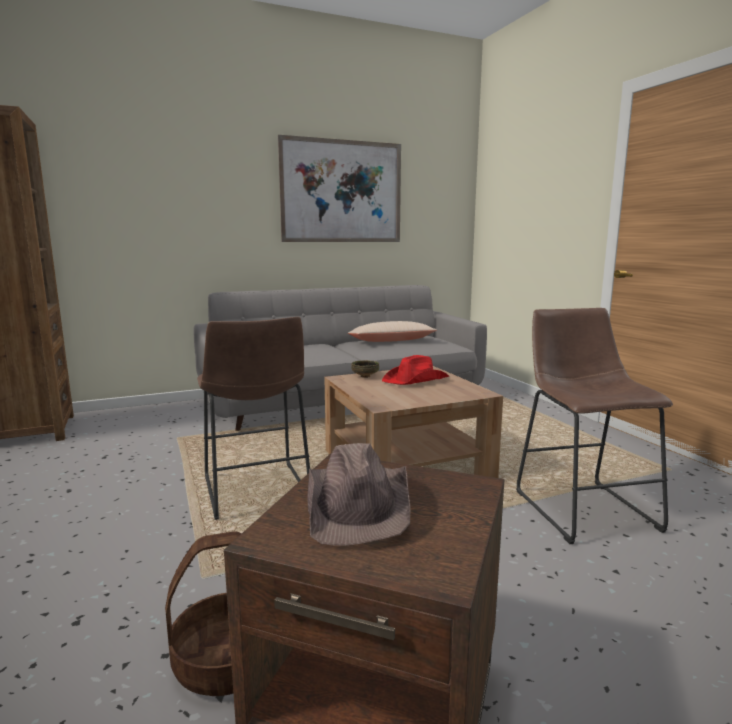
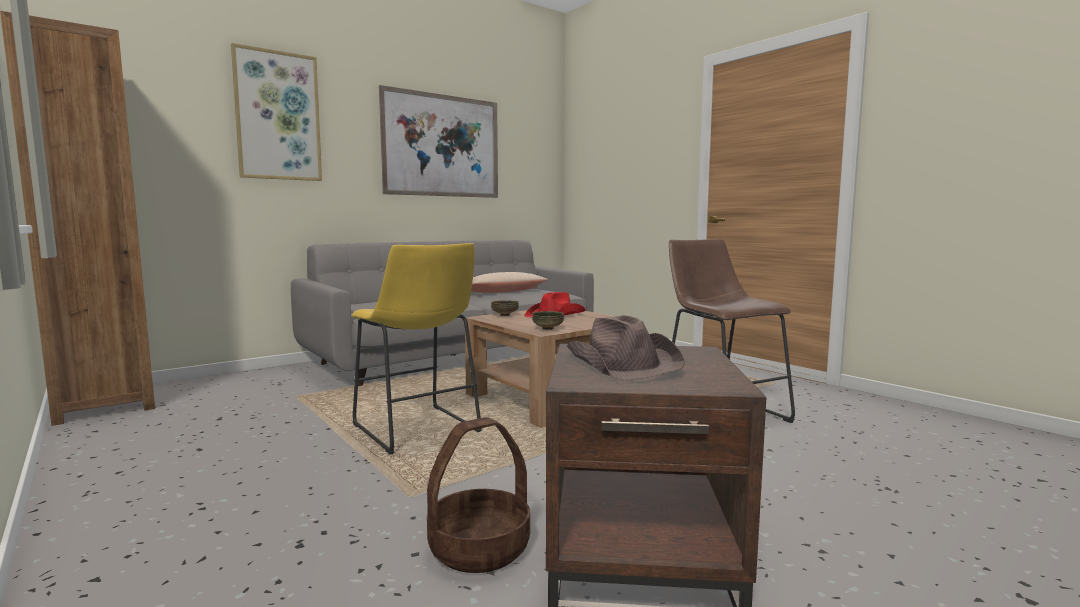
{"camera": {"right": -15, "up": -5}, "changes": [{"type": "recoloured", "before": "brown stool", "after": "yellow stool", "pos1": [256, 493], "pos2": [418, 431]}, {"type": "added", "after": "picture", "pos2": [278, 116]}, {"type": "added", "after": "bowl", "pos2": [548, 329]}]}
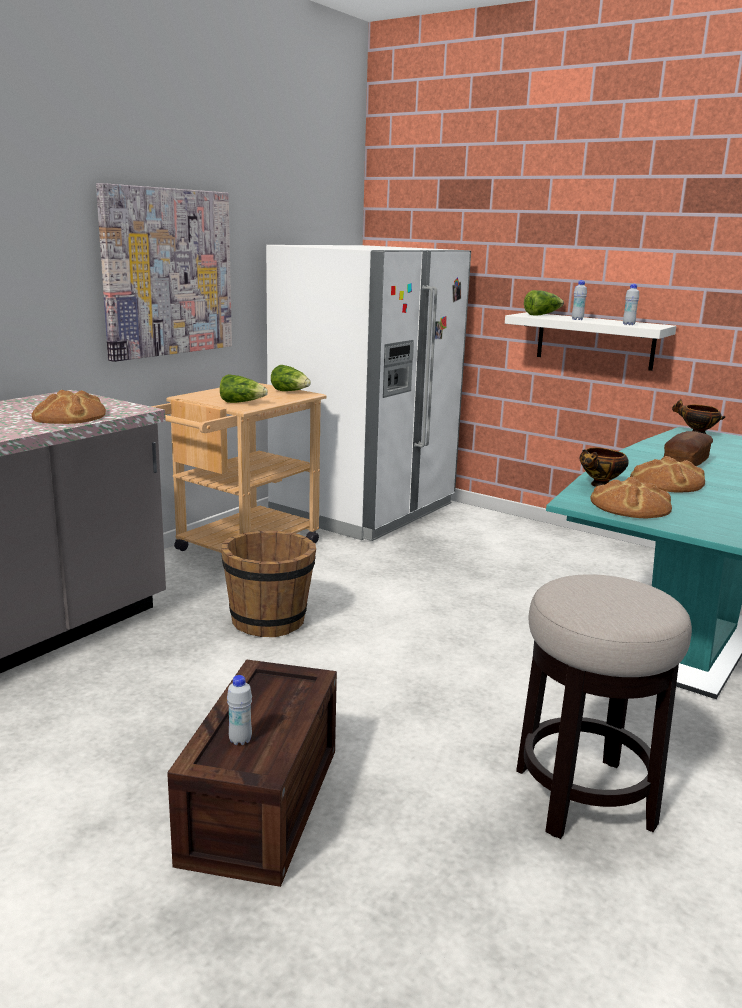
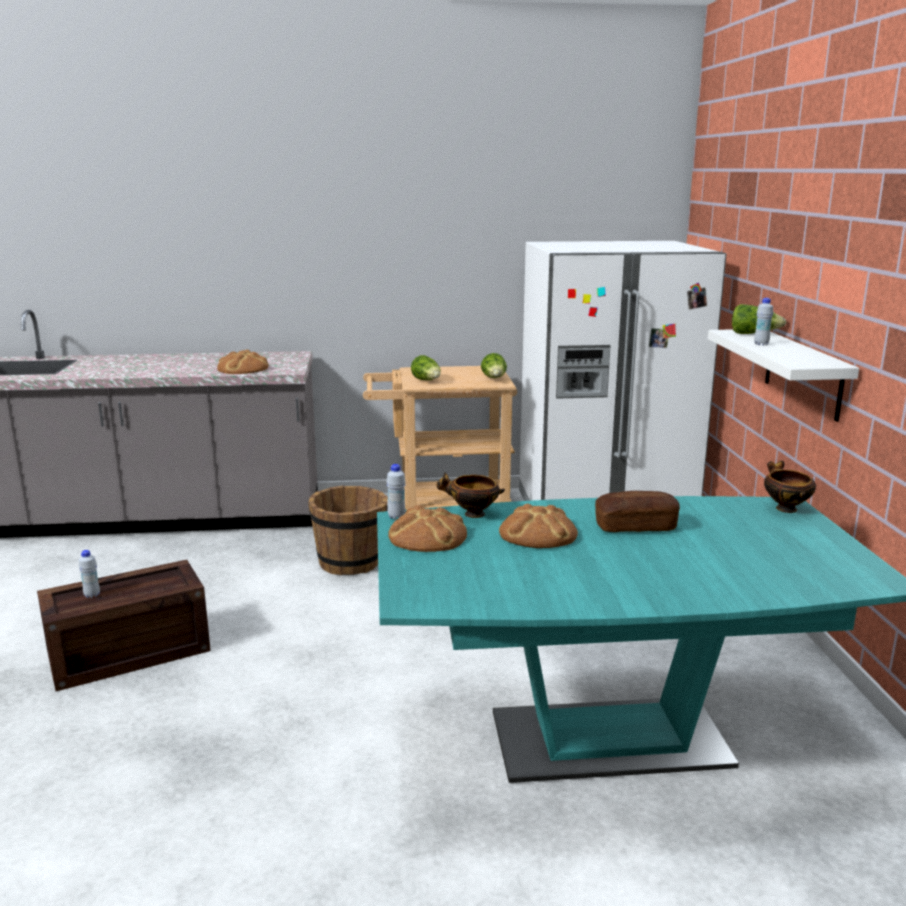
{"camera": {"right": 50, "up": 0}, "changes": [{"type": "removed", "before": "picture", "pos1": [167, 272]}, {"type": "removed", "before": "stool", "pos1": [584, 797]}, {"type": "moved", "before": "white bottle", "pos1": [628, 324], "pos2": [396, 517]}]}
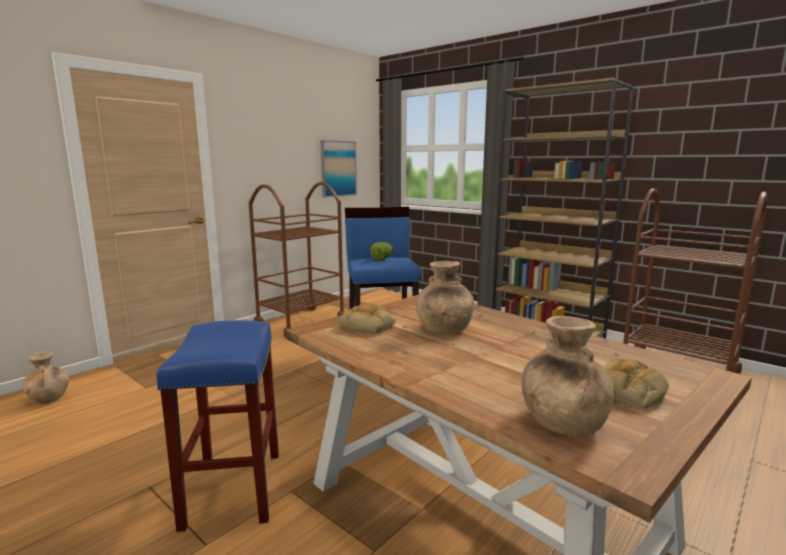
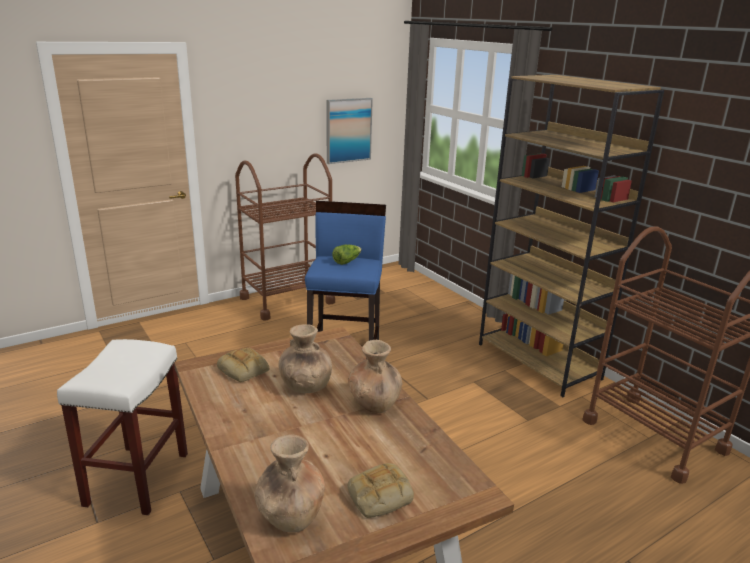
{"camera": {"right": 15, "up": 10}, "changes": [{"type": "moved", "before": "brown vase", "pos1": [49, 398], "pos2": [375, 403]}, {"type": "recoloured", "before": "blue stool", "after": "white stool", "pos1": [233, 488], "pos2": [137, 478]}]}
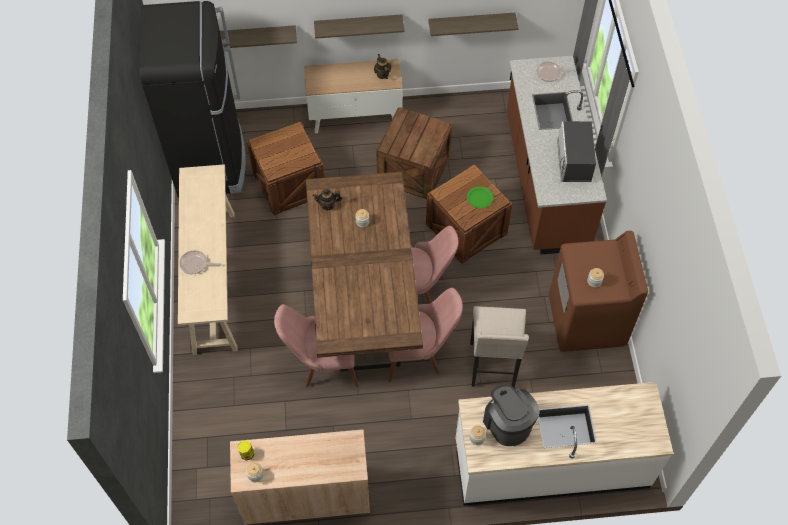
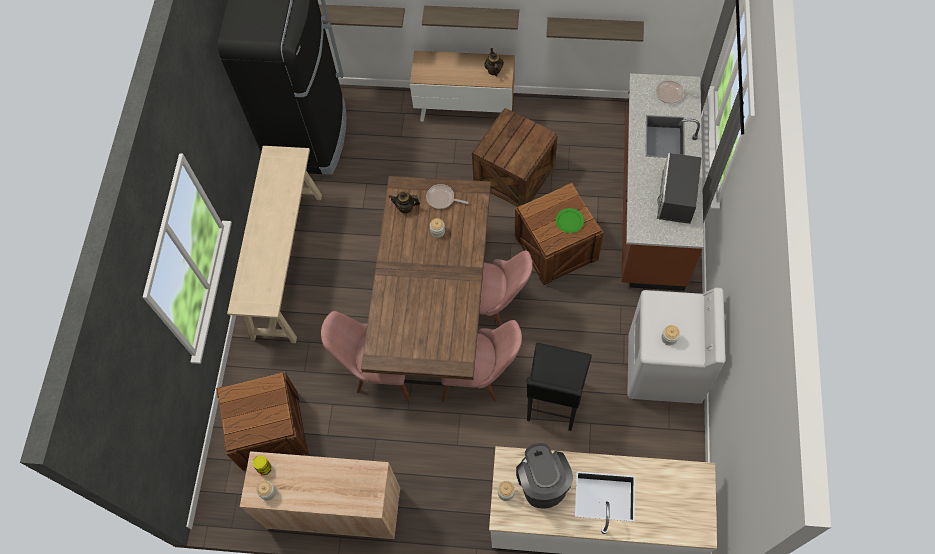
{"camera": {"right": 15, "up": 5}, "changes": [{"type": "moved", "before": "frying pan", "pos1": [195, 264], "pos2": [442, 199]}, {"type": "moved", "before": "crate", "pos1": [289, 185], "pos2": [271, 431]}, {"type": "recoloured", "before": "beige stool", "after": "black stool", "pos1": [493, 367], "pos2": [554, 403]}, {"type": "recoloured", "before": "brown washing machine", "after": "white washing machine", "pos1": [586, 321], "pos2": [664, 369]}]}
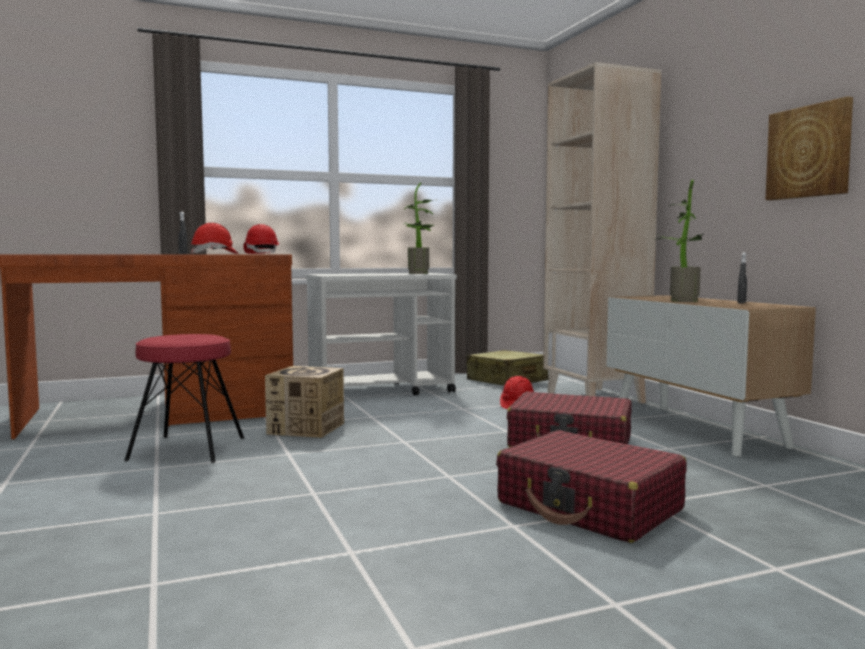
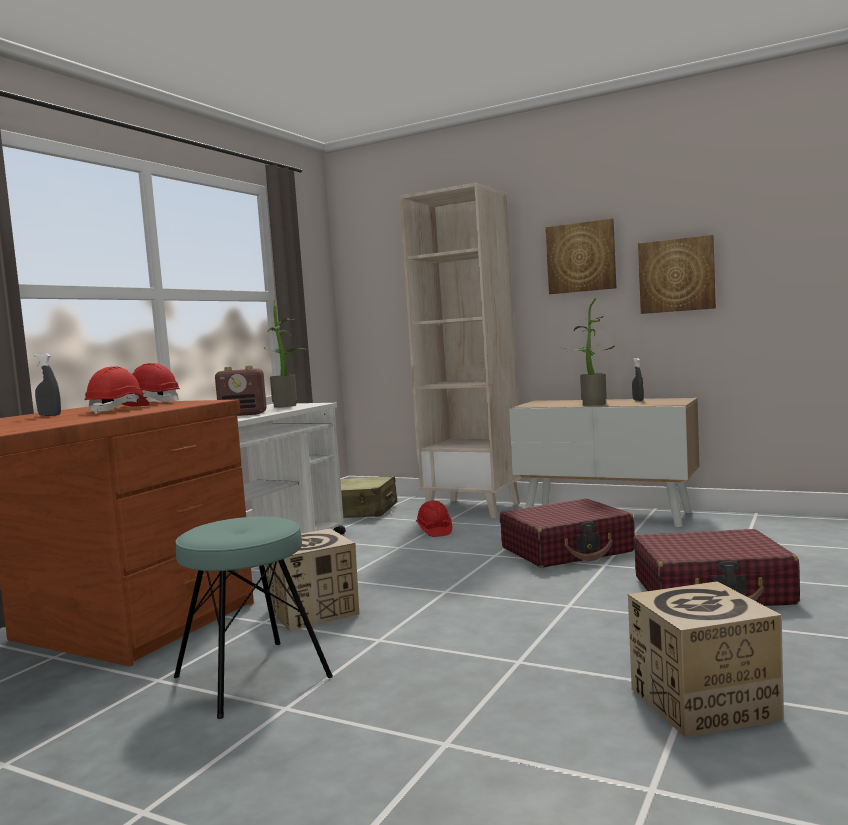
{"camera": {"right": -40, "up": 0}, "changes": [{"type": "recoloured", "before": "red stool", "after": "turquoise stool", "pos1": [187, 449], "pos2": [251, 677]}, {"type": "added", "after": "radio", "pos2": [243, 414]}, {"type": "added", "after": "picture", "pos2": [581, 257]}, {"type": "added", "after": "cardboard box", "pos2": [703, 703]}]}
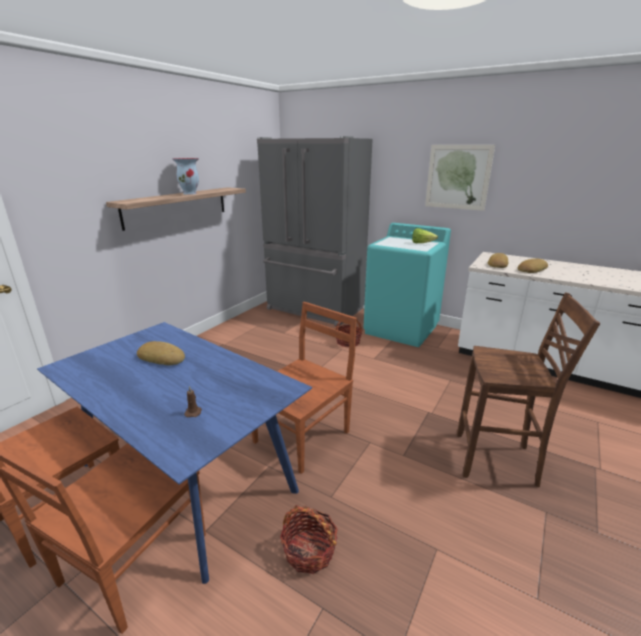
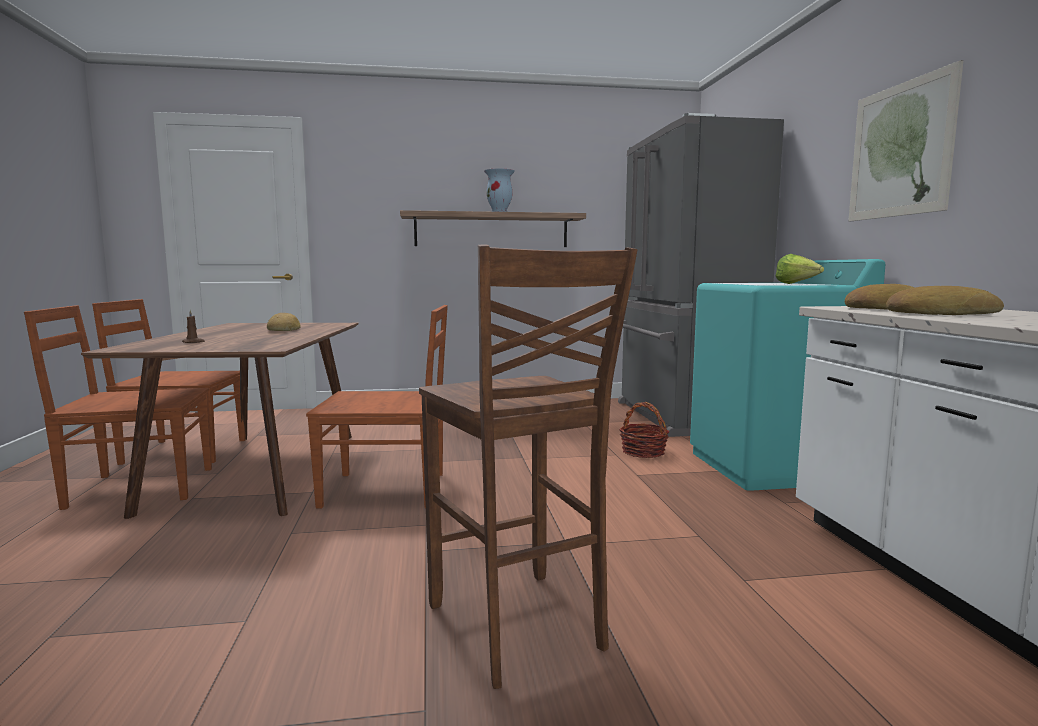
{"camera": {"right": 50, "up": -15}, "changes": [{"type": "recoloured", "before": "blue dining table", "after": "brown dining table", "pos1": [189, 477], "pos2": [261, 470]}, {"type": "removed", "before": "basket", "pos1": [309, 550]}]}
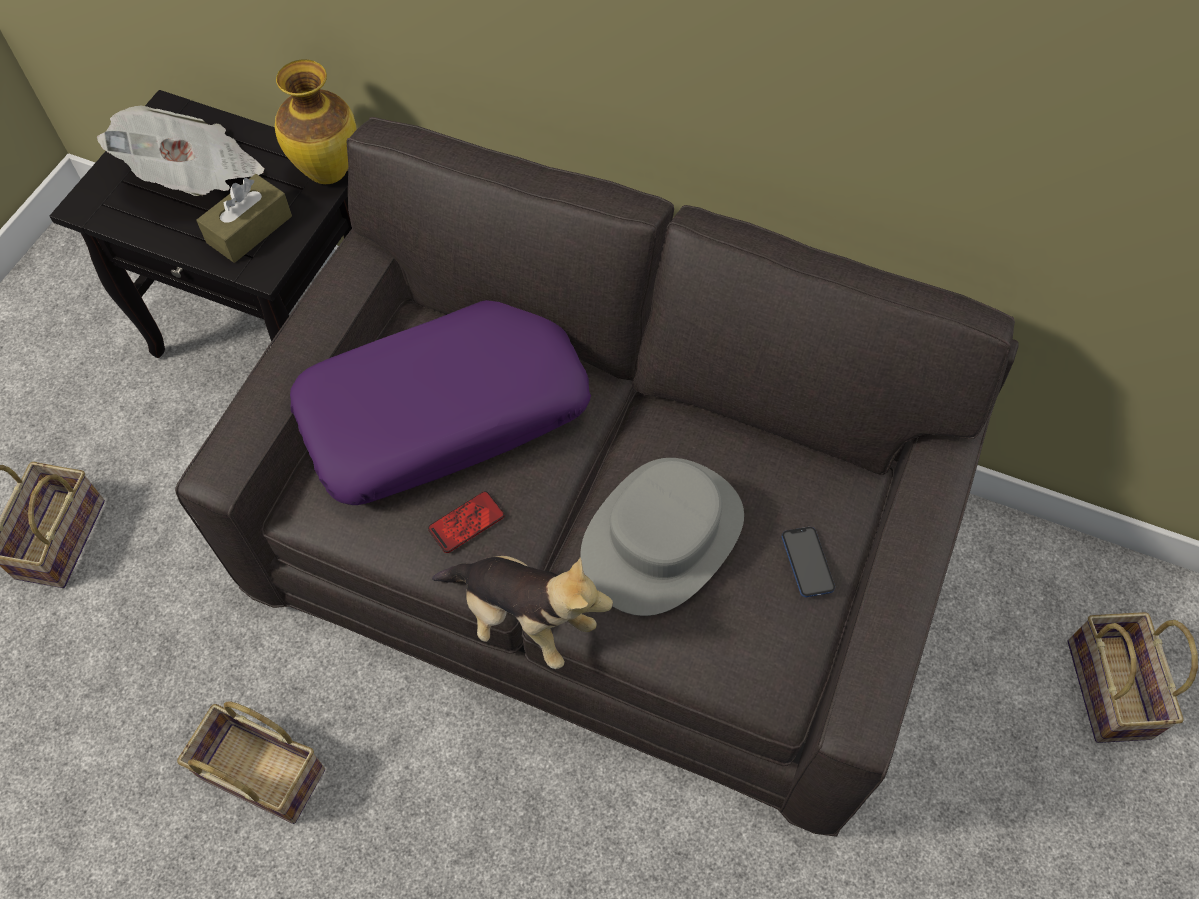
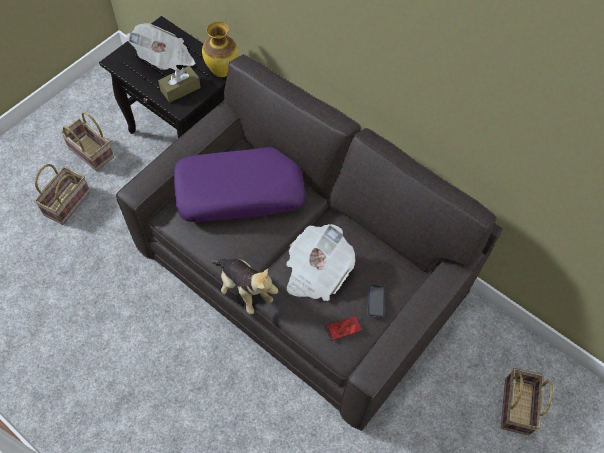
{"camera": {"right": 15, "up": 0}, "changes": [{"type": "moved", "before": "basket", "pos1": [259, 775], "pos2": [89, 152]}, {"type": "moved", "before": "phone", "pos1": [466, 522], "pos2": [343, 328]}, {"type": "replaced", "before": "grey hat", "after": "newspaper", "pos1": [663, 537], "pos2": [316, 272]}]}
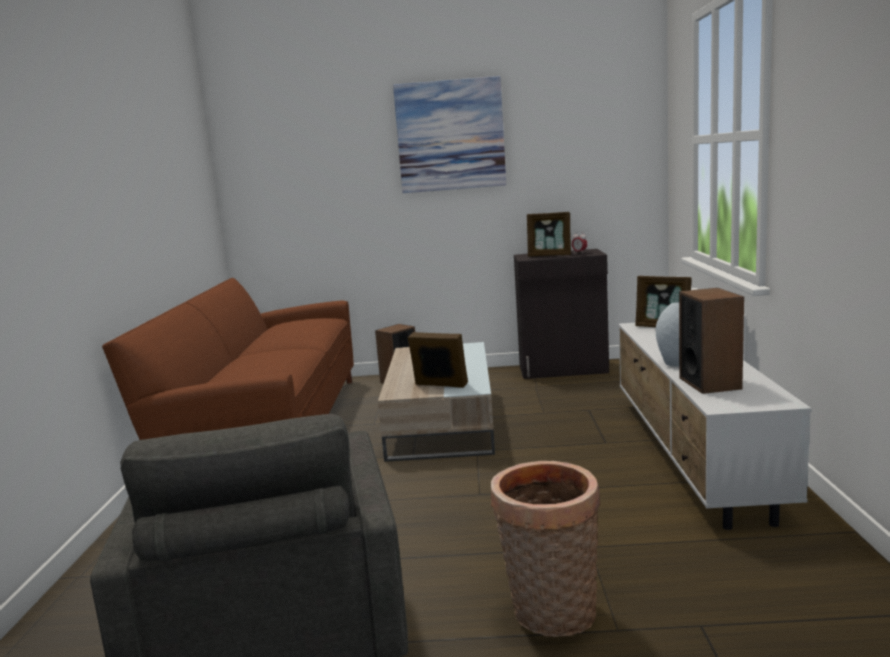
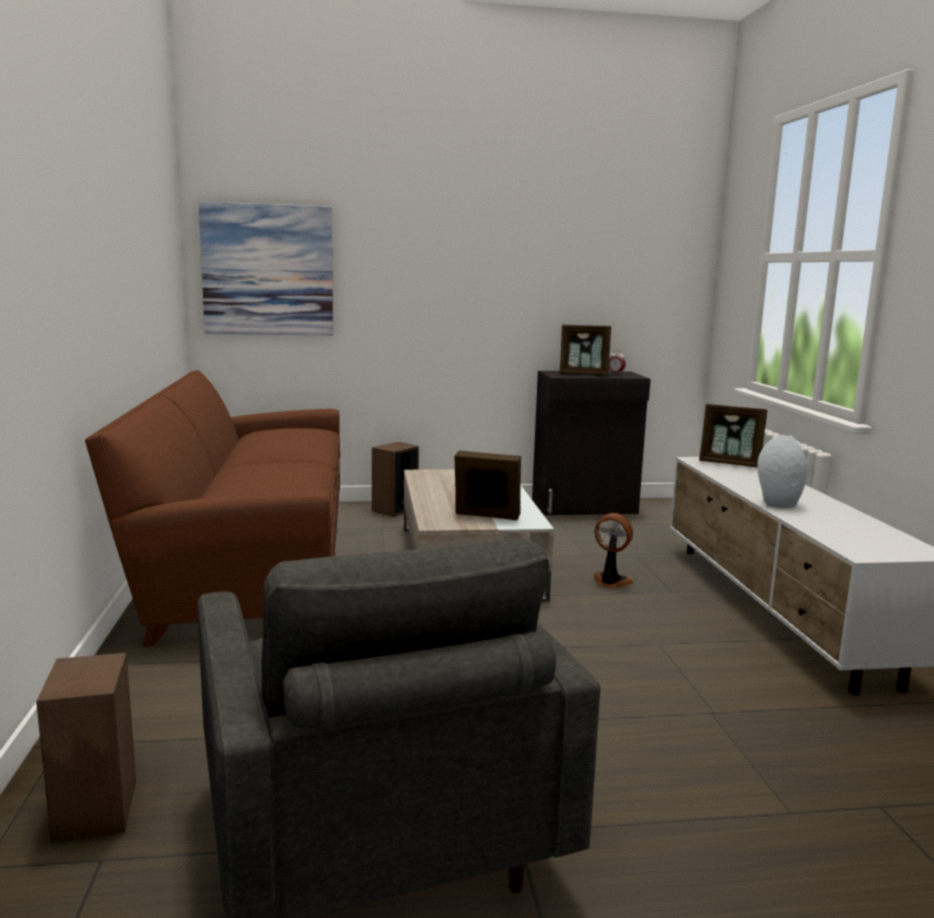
{"camera": {"right": -10, "up": 0}, "changes": [{"type": "moved", "before": "picture", "pos1": [450, 135], "pos2": [268, 270]}, {"type": "removed", "before": "basket", "pos1": [550, 615]}, {"type": "moved", "before": "speaker", "pos1": [710, 383], "pos2": [96, 809]}, {"type": "added", "after": "fan", "pos2": [610, 582]}]}
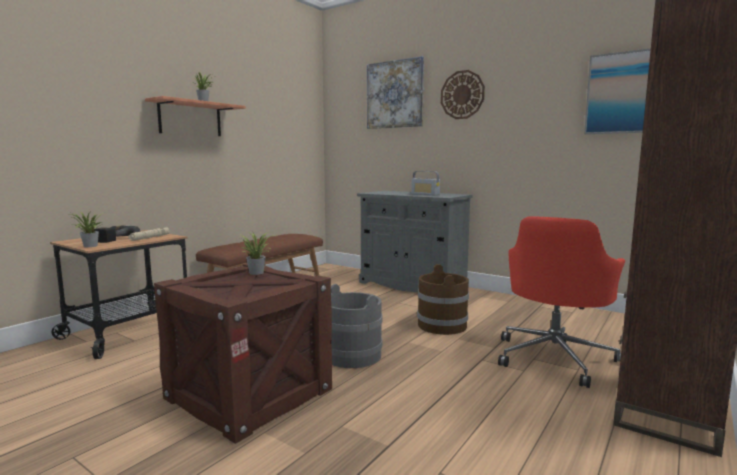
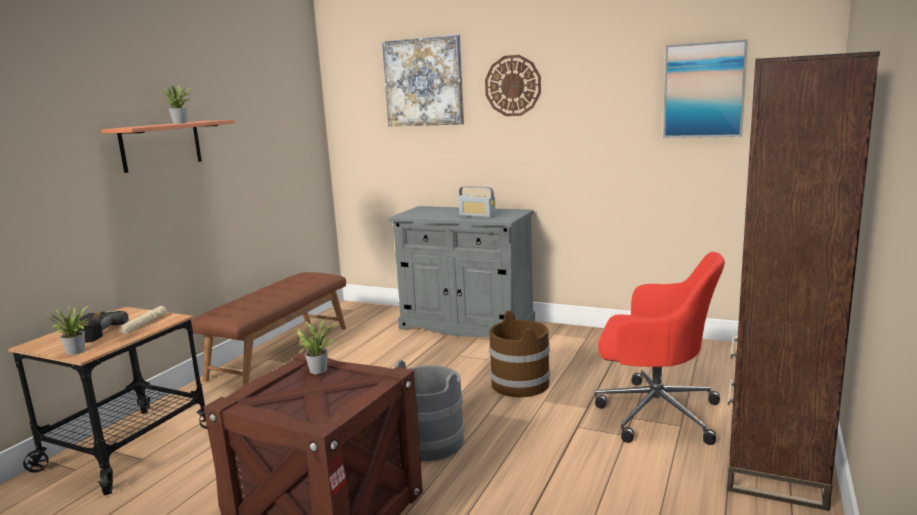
{"camera": {"right": -10, "up": 5}, "changes": [{"type": "turned", "before": "red office chair", "pos1": [555, 357], "pos2": [654, 412], "turn": -90}]}
